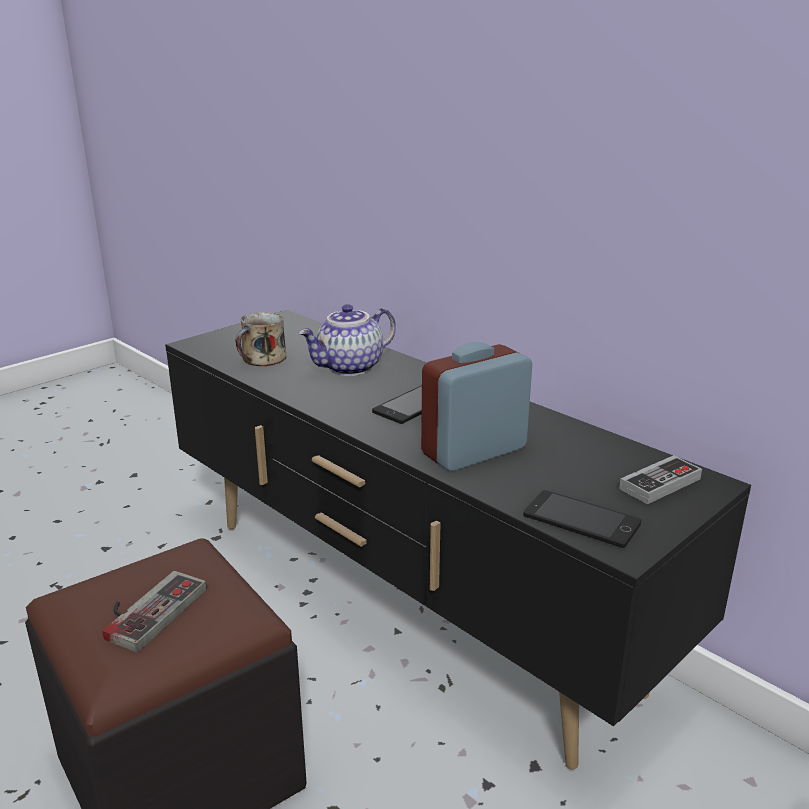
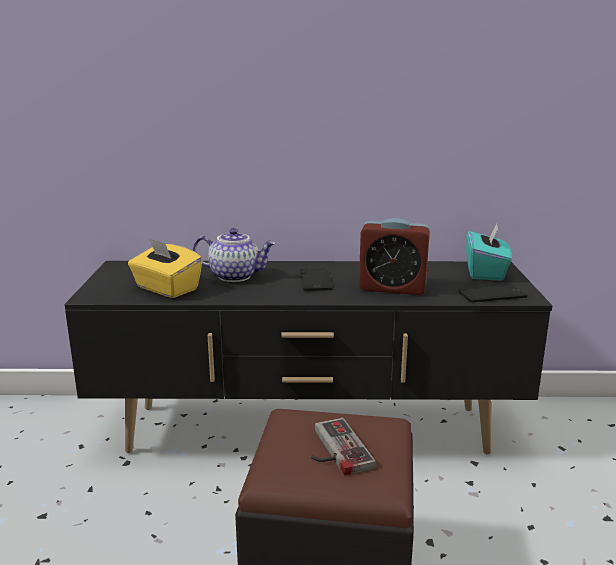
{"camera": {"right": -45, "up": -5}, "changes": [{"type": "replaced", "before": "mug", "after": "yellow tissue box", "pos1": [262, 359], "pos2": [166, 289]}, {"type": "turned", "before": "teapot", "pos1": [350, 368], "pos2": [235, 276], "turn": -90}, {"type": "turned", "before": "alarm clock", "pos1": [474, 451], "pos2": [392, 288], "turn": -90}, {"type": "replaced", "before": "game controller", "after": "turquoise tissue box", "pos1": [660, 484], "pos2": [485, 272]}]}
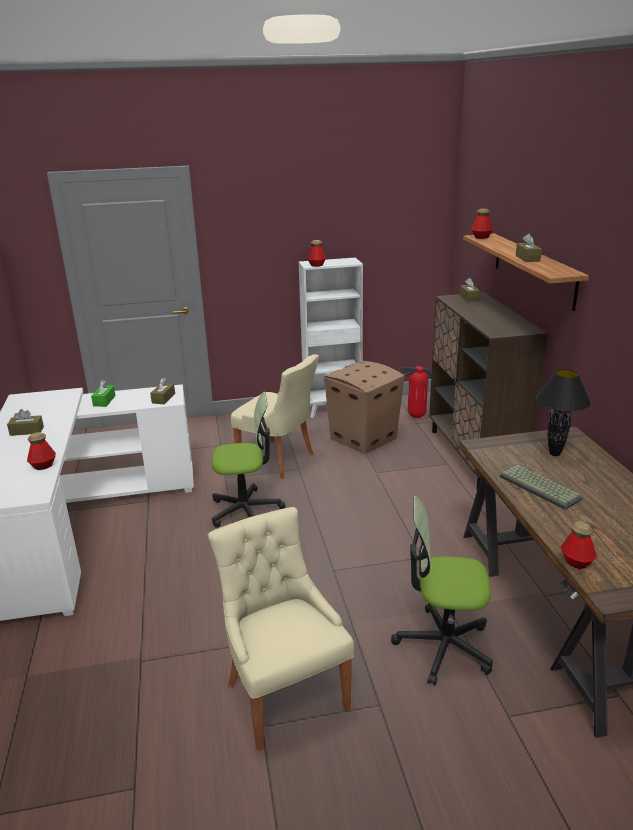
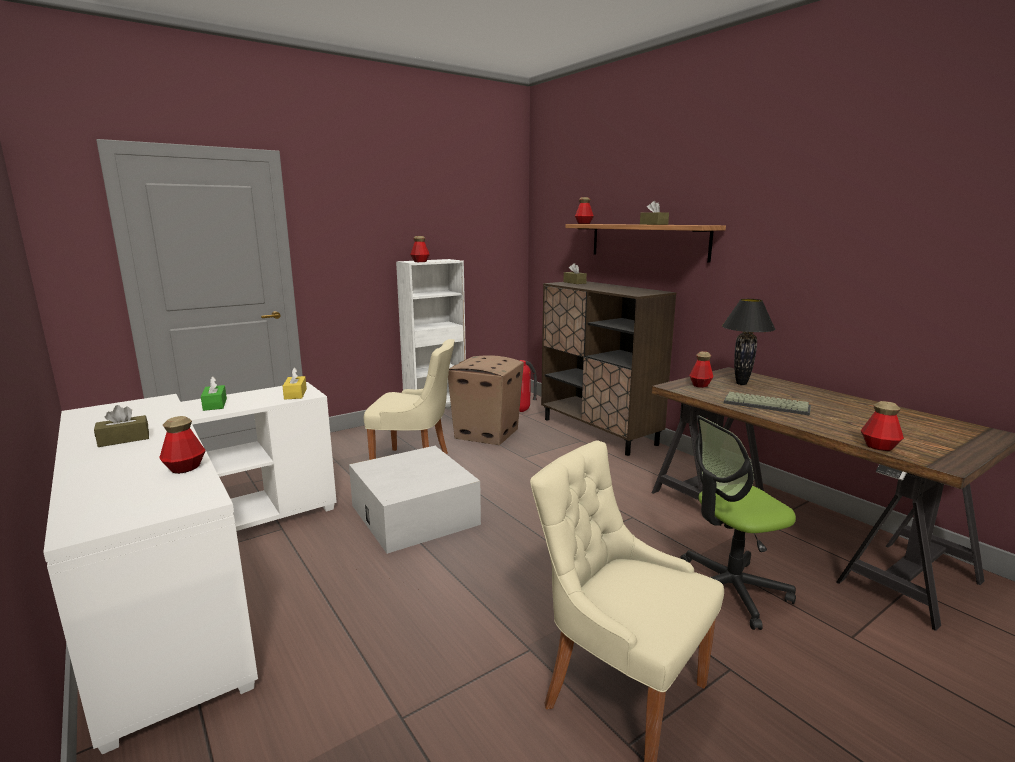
{"camera": {"right": -25, "up": -10}, "changes": [{"type": "recoloured", "before": "brown tissue box", "after": "yellow tissue box", "pos1": [163, 398], "pos2": [295, 394]}, {"type": "replaced", "before": "office chair", "after": "white storage box", "pos1": [246, 511], "pos2": [414, 515]}, {"type": "added", "after": "bottle", "pos2": [700, 385]}]}
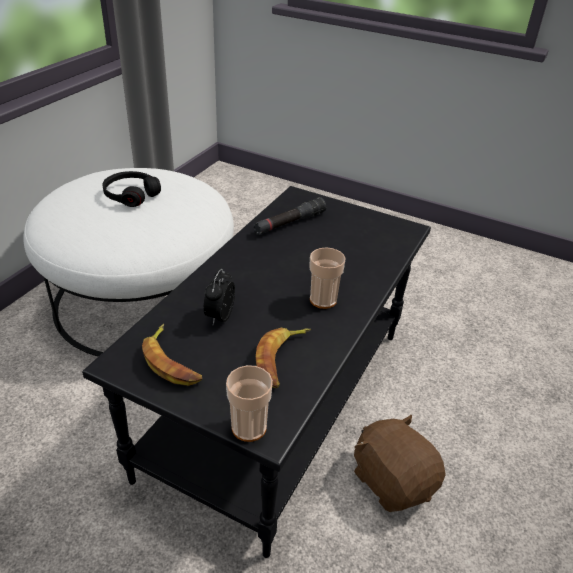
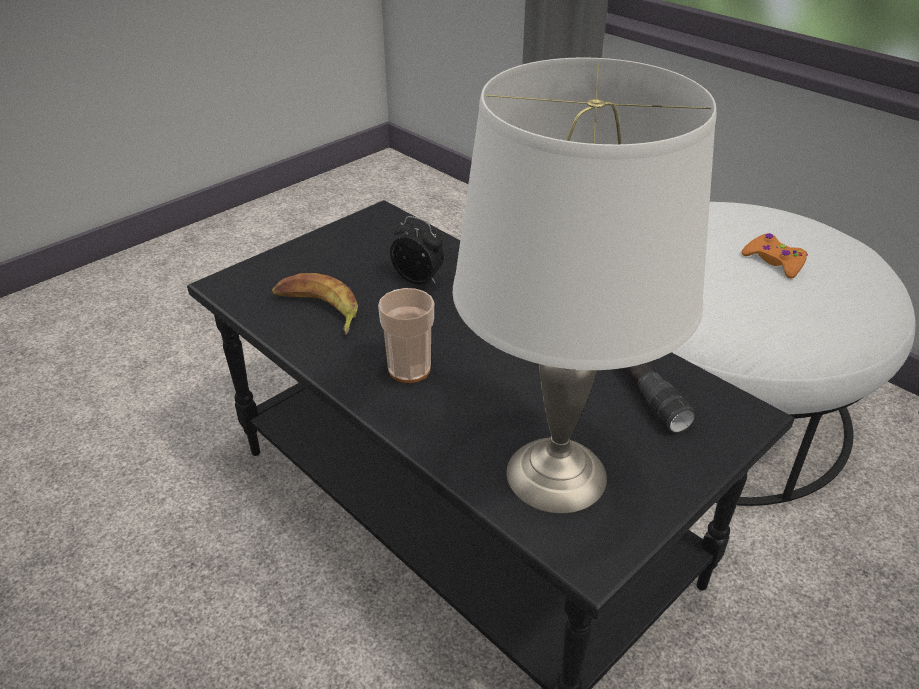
{"camera": {"right": 110, "up": 0}, "changes": [{"type": "replaced", "before": "black headphones", "after": "orange game controller", "pos1": [131, 195], "pos2": [774, 262]}, {"type": "removed", "before": "banana", "pos1": [172, 361]}, {"type": "removed", "before": "cup", "pos1": [249, 427]}, {"type": "removed", "before": "brown plush toy", "pos1": [393, 480]}, {"type": "added", "after": "white table lamp", "pos2": [556, 475]}]}
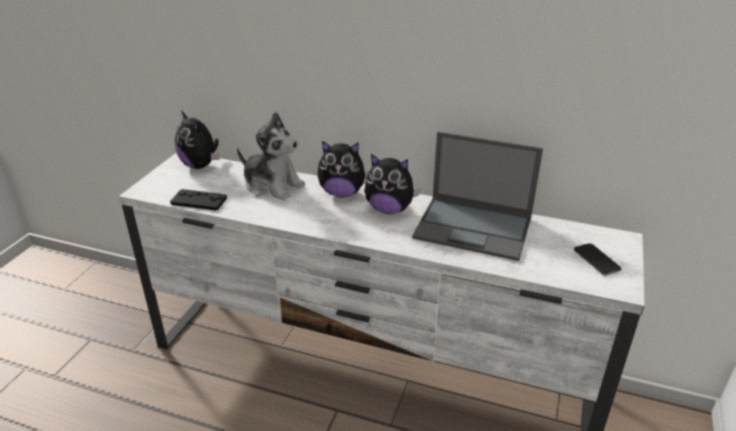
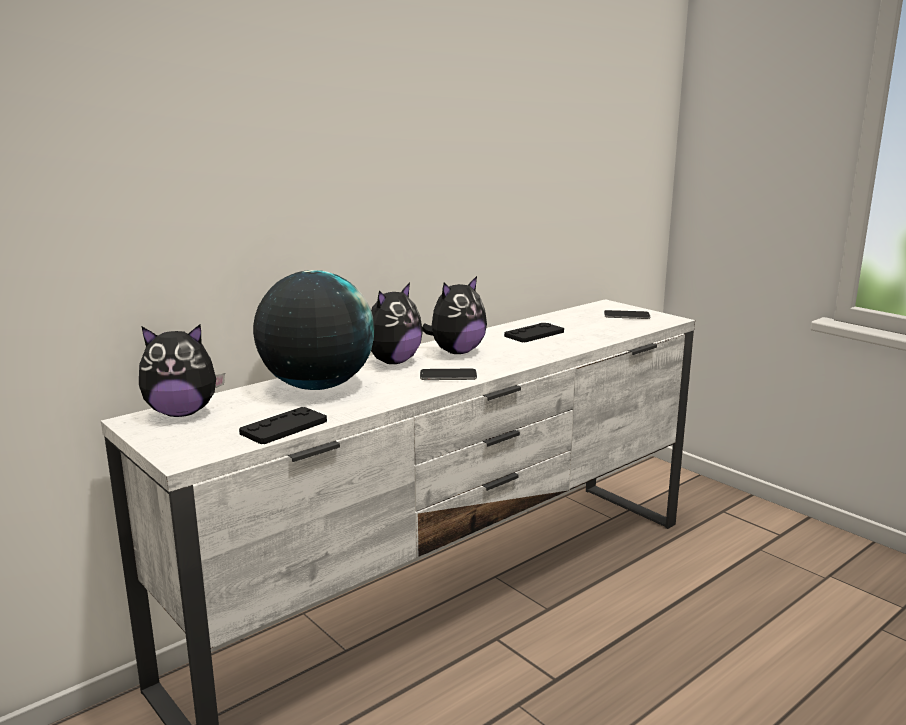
{"camera": {"right": -60, "up": -15}, "changes": [{"type": "replaced", "before": "plush toy", "after": "globe", "pos1": [272, 185], "pos2": [317, 386]}, {"type": "replaced", "before": "laptop", "after": "black game controller", "pos1": [474, 228], "pos2": [534, 334]}, {"type": "added", "after": "phone", "pos2": [448, 376]}]}
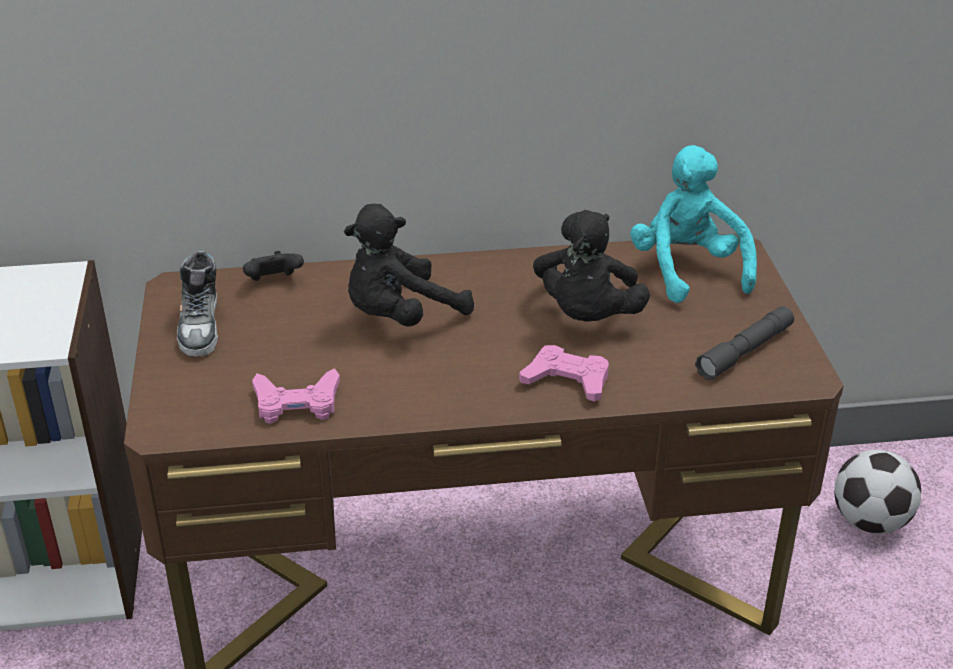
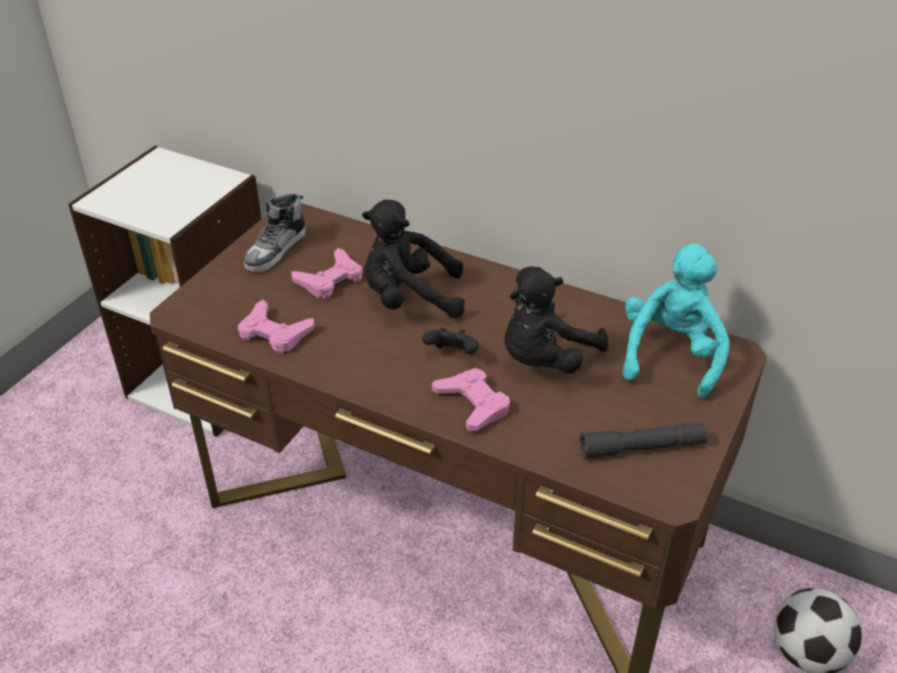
{"camera": {"right": 35, "up": 5}, "changes": [{"type": "moved", "before": "black game controller", "pos1": [274, 282], "pos2": [452, 355]}, {"type": "added", "after": "pink game controller", "pos2": [330, 280]}]}
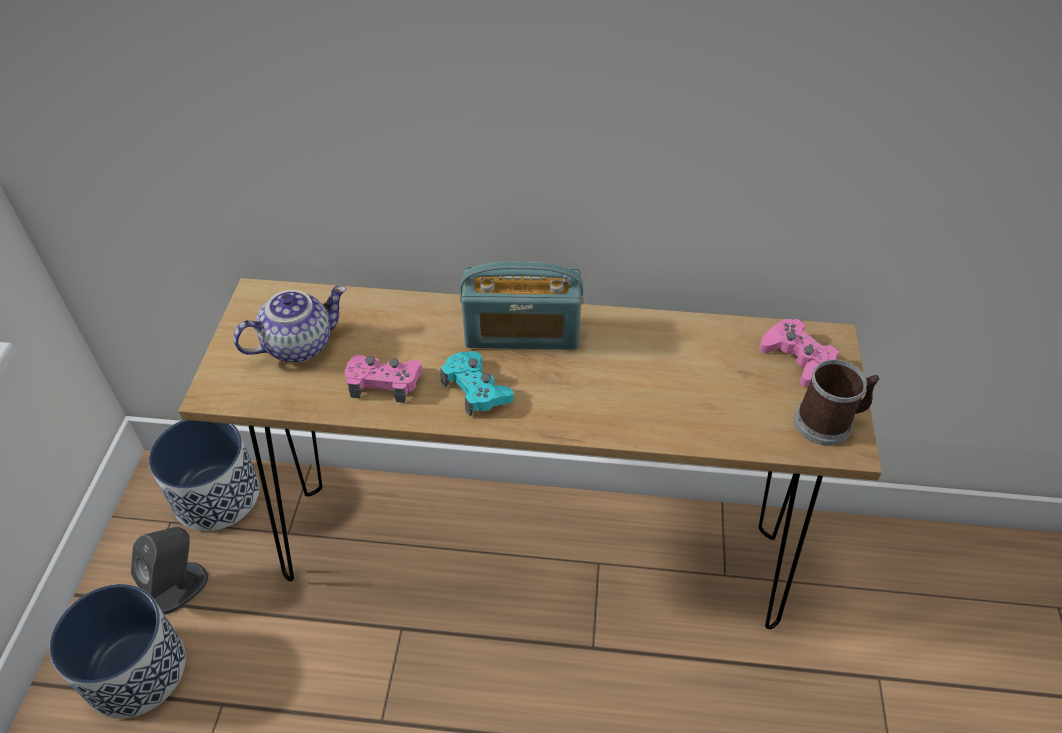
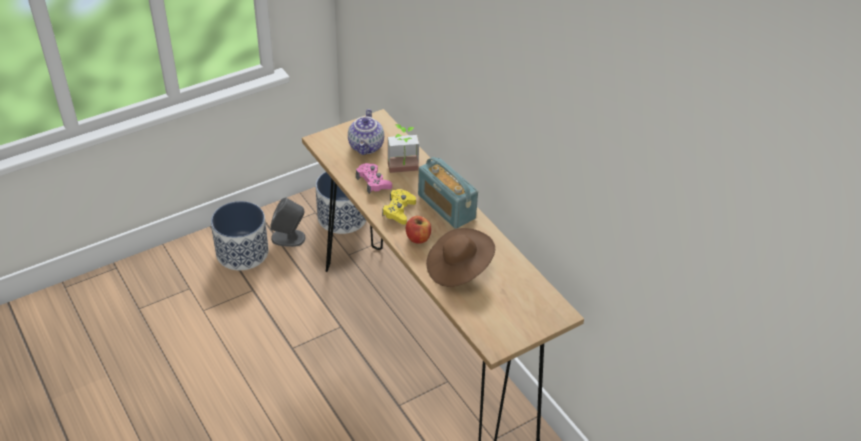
{"camera": {"right": 50, "up": -5}, "changes": [{"type": "turned", "before": "teapot", "pos1": [299, 344], "pos2": [367, 147], "turn": 75}, {"type": "recoloured", "before": "turquoise game controller", "after": "yellow game controller", "pos1": [476, 389], "pos2": [398, 210]}, {"type": "removed", "before": "pink game controller", "pos1": [797, 358]}, {"type": "removed", "before": "mug", "pos1": [829, 422]}, {"type": "added", "after": "potted plant", "pos2": [403, 171]}, {"type": "added", "after": "apple", "pos2": [418, 238]}, {"type": "added", "after": "brown hat", "pos2": [458, 268]}]}
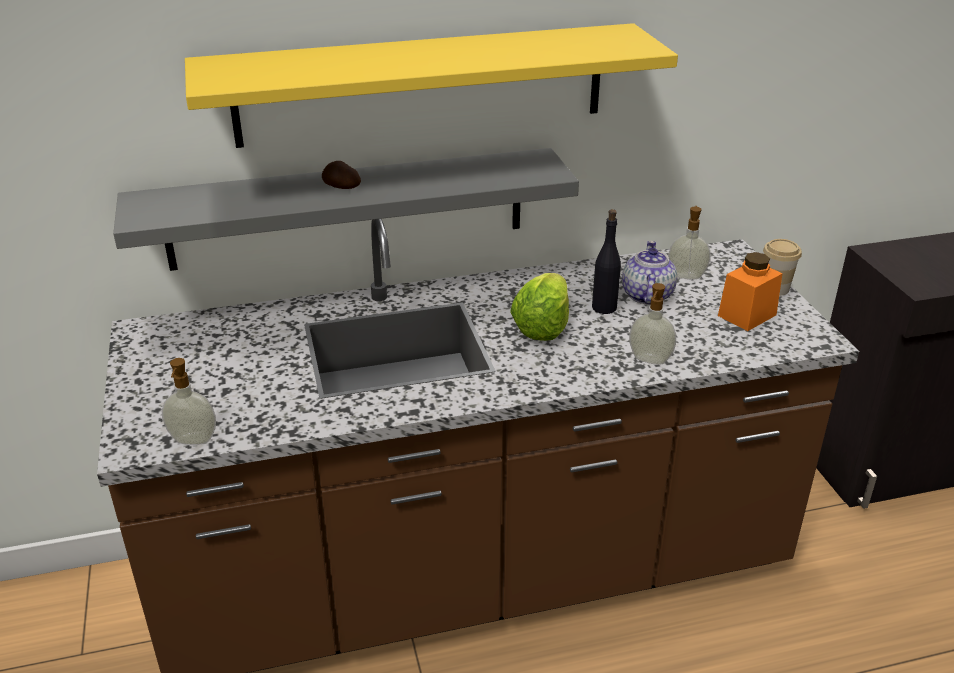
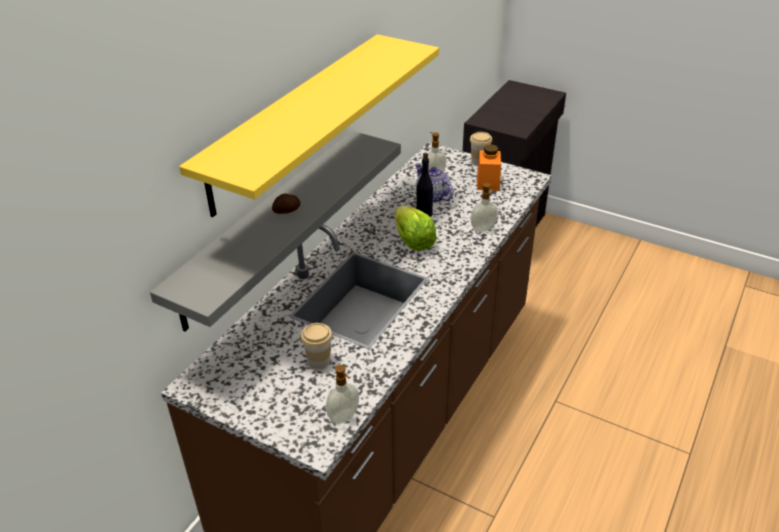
{"camera": {"right": -45, "up": 5}, "changes": [{"type": "added", "after": "cup", "pos2": [318, 361]}]}
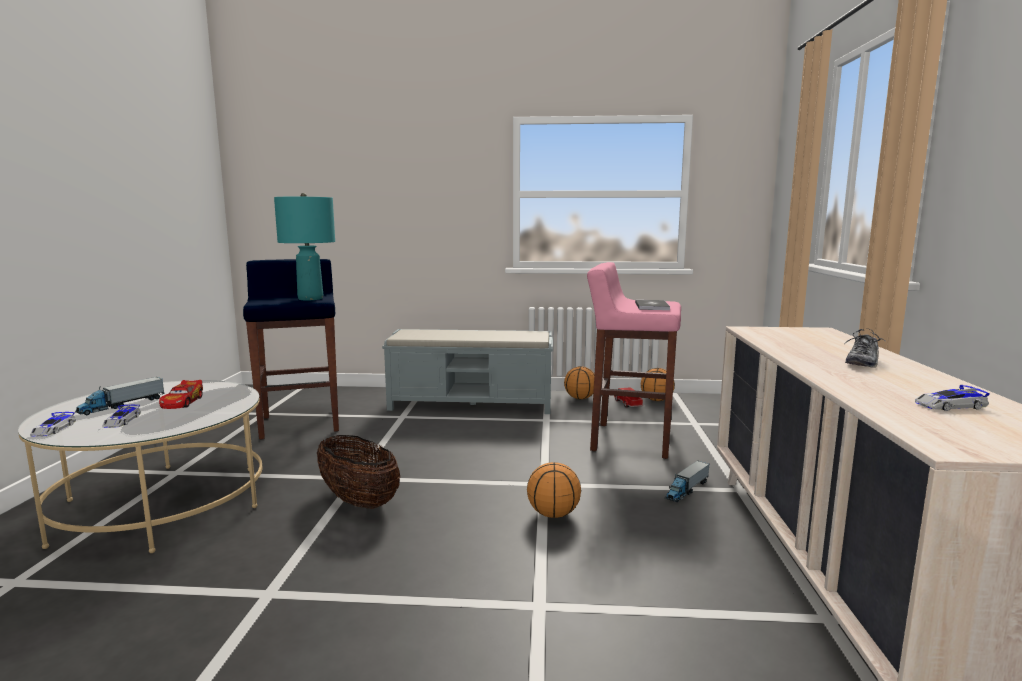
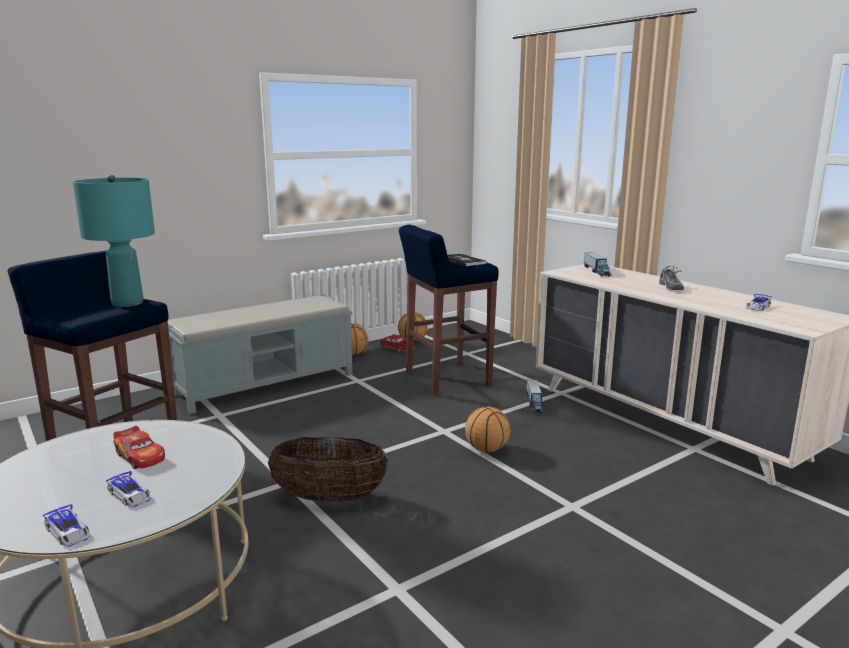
{"camera": {"right": -40, "up": 5}, "changes": [{"type": "moved", "before": "toy truck", "pos1": [122, 405], "pos2": [596, 271]}, {"type": "recoloured", "before": "pink stool", "after": "blue stool", "pos1": [630, 440], "pos2": [446, 379]}]}
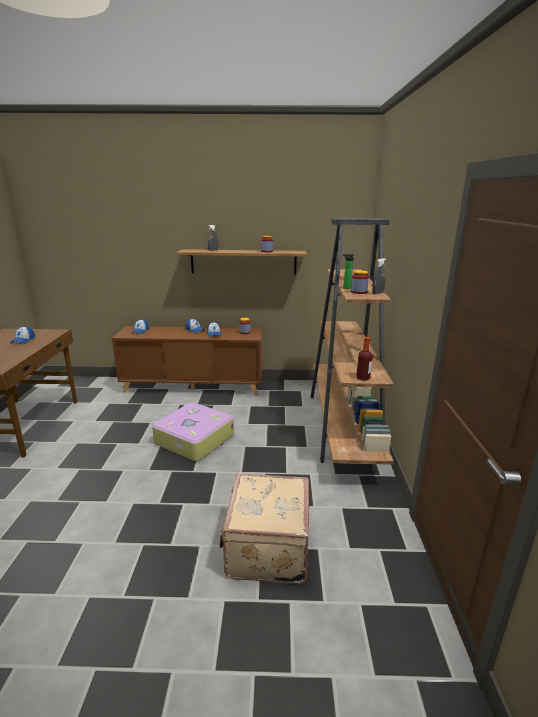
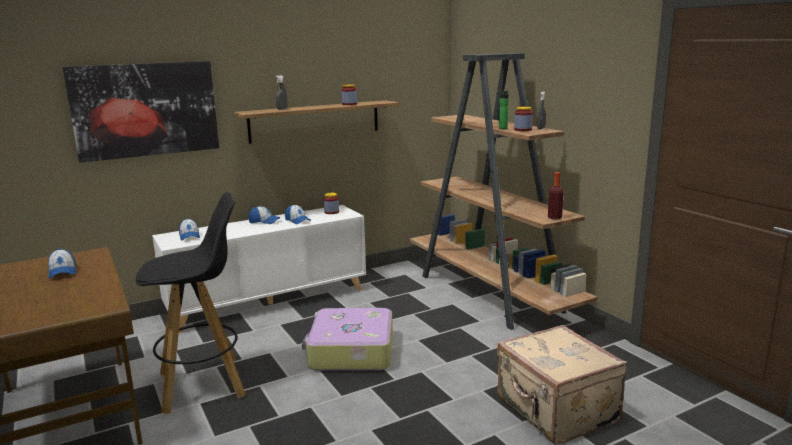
{"camera": {"right": -30, "up": -5}, "changes": [{"type": "recoloured", "before": "brown cabinet", "after": "white cabinet", "pos1": [193, 386], "pos2": [269, 301]}, {"type": "added", "after": "picture", "pos2": [145, 109]}, {"type": "added", "after": "black stool", "pos2": [204, 384]}]}
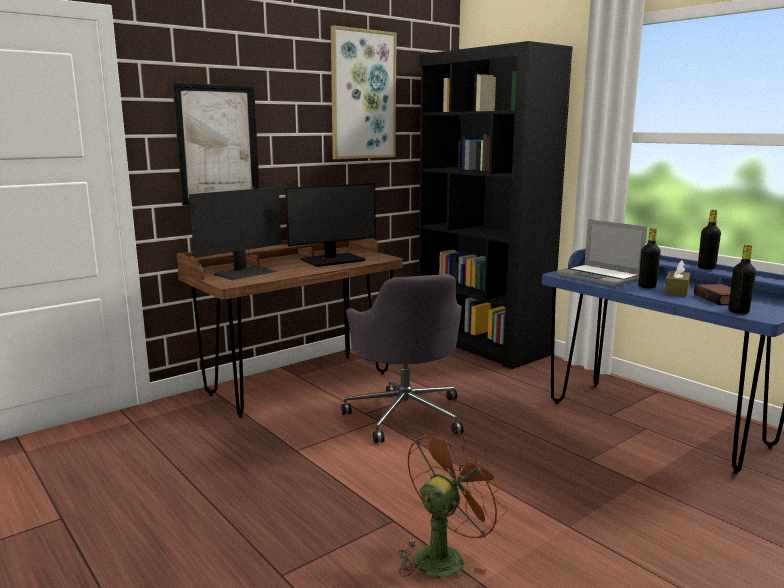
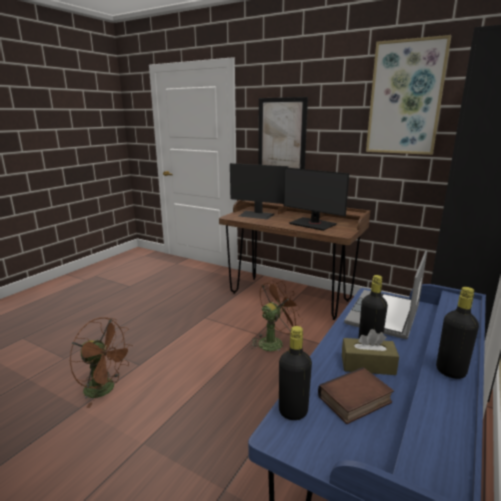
{"camera": {"right": 70, "up": 5}, "changes": [{"type": "replaced", "before": "grey office chair", "after": "brown fan", "pos1": [405, 414], "pos2": [274, 342]}]}
